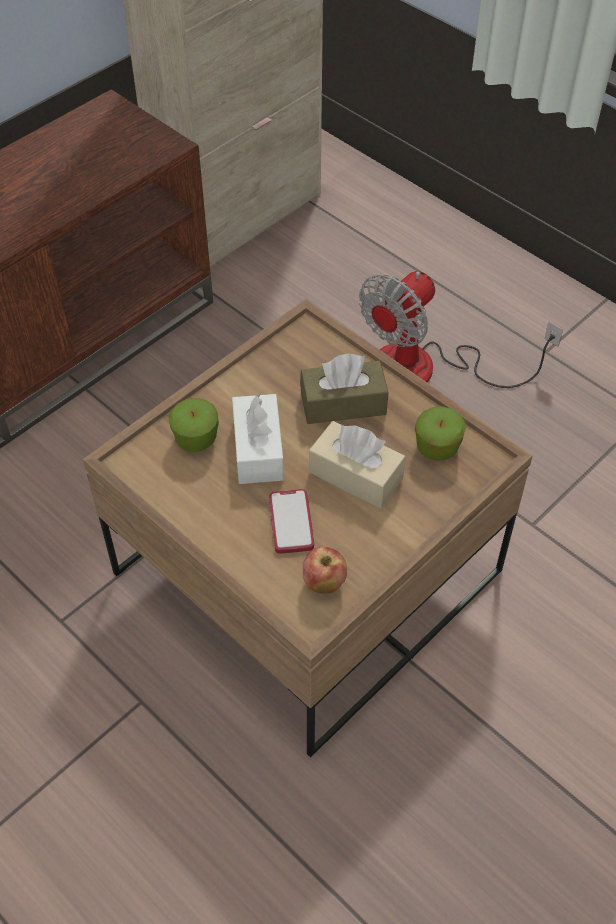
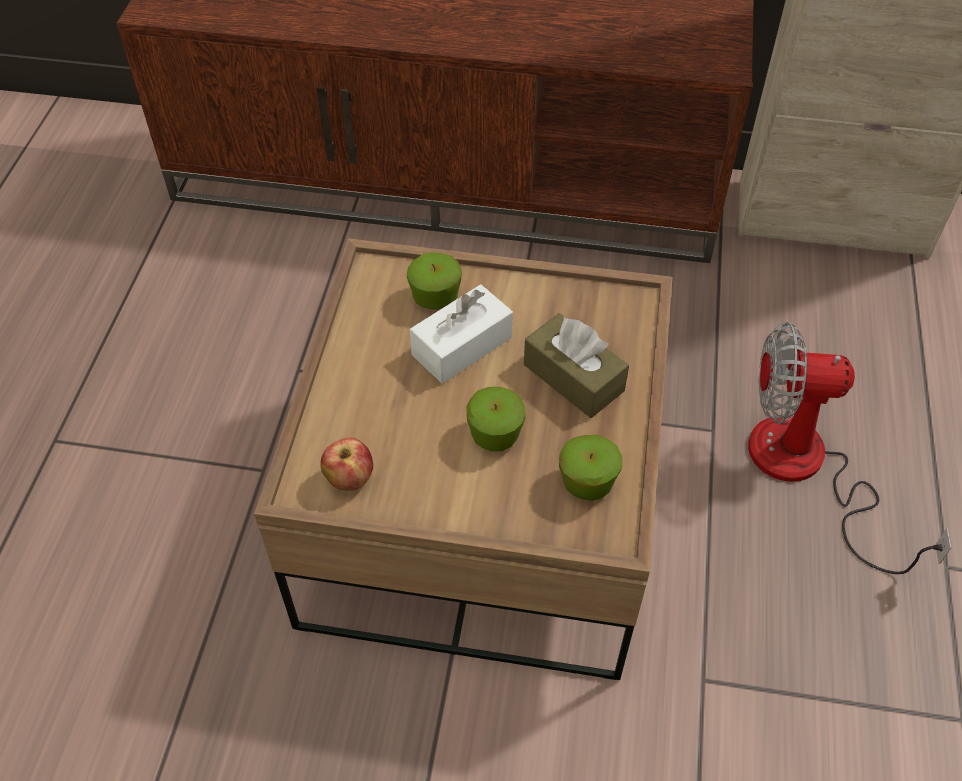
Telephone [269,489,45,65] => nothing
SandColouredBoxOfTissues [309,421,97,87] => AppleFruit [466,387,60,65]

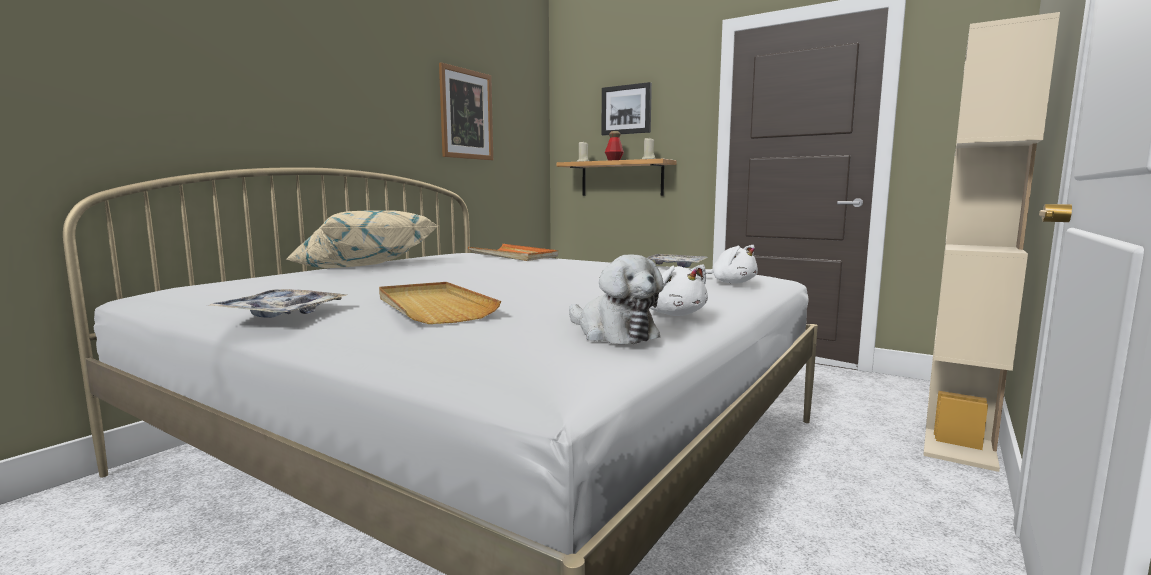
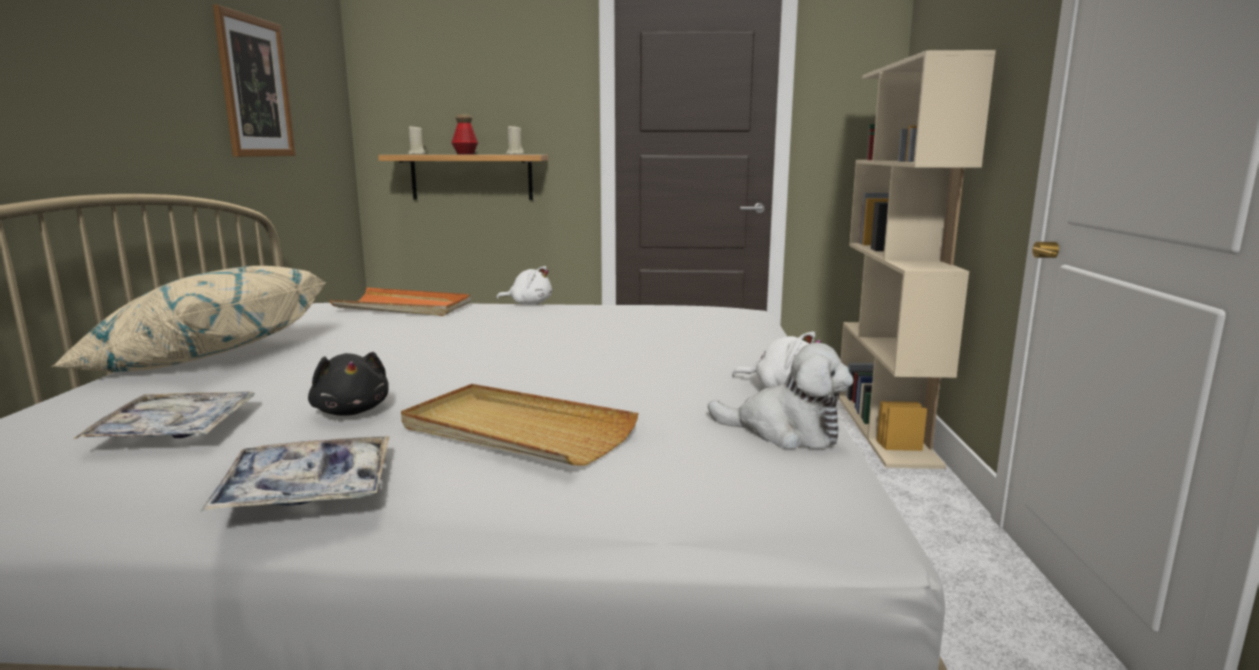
WallPicture [601,82,51,54] => nothing
CarryingTray [647,254,61,13] => CarryingTray [73,392,182,47], move
WhiteSoftToy [705,245,53,39] => WhiteSoftToy [496,266,56,39], move
nothing => BlackishSoftToy [308,352,81,64]

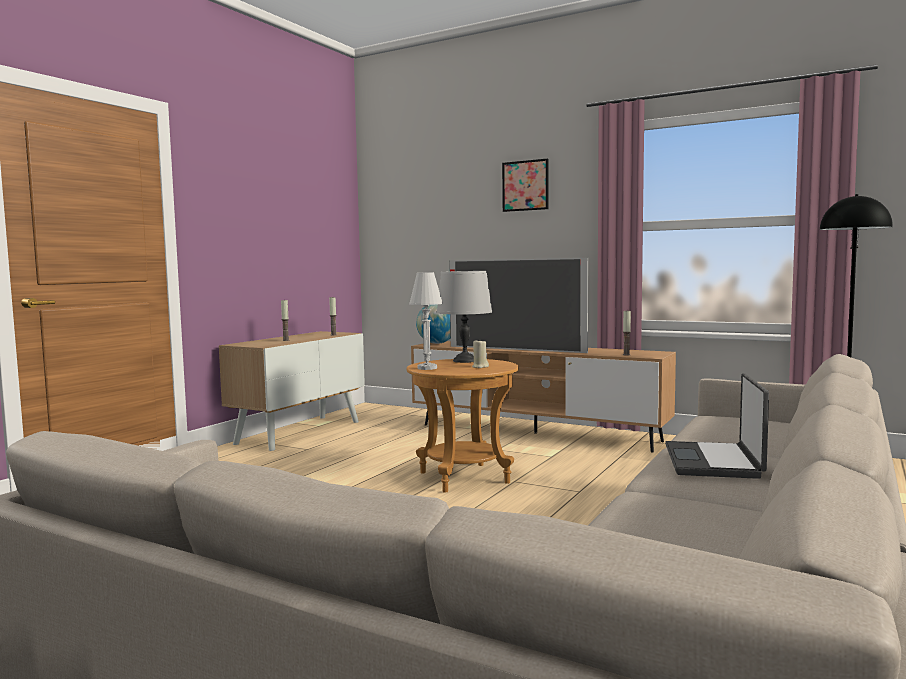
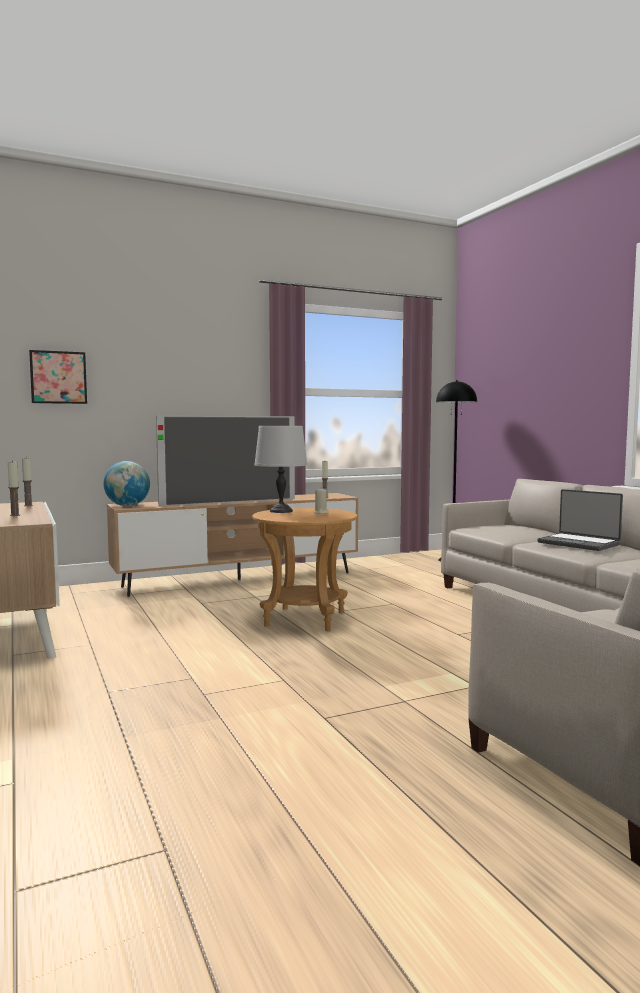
WhiteLampForATable [409,272,34,98] => nothing
WallPicture [502,159,46,53] => WallPicture [29,350,58,54], move

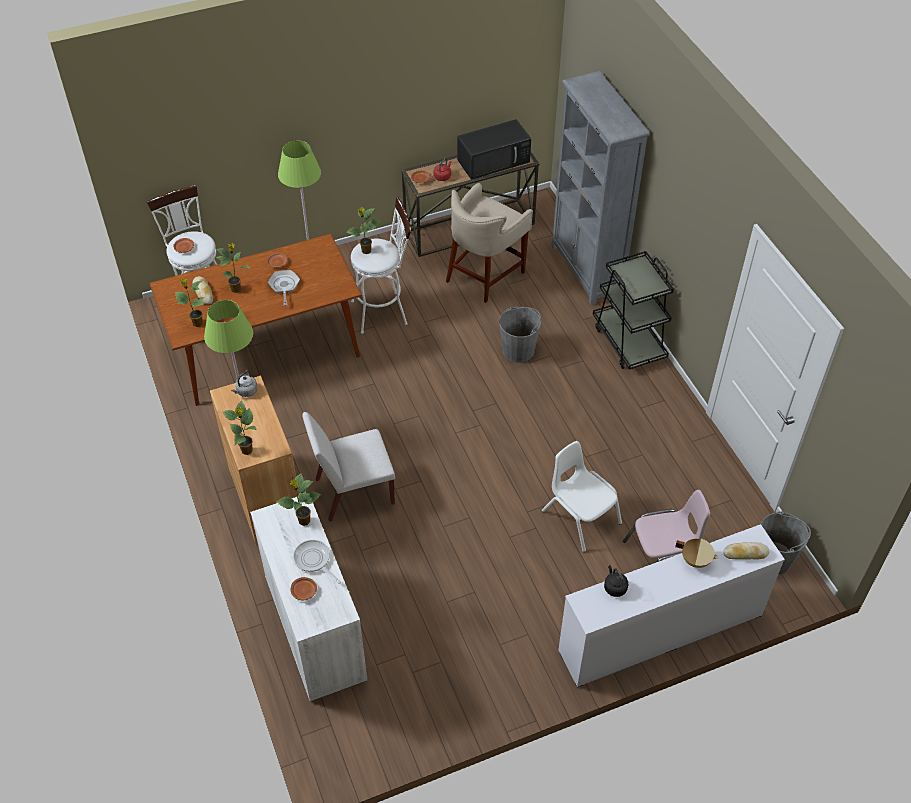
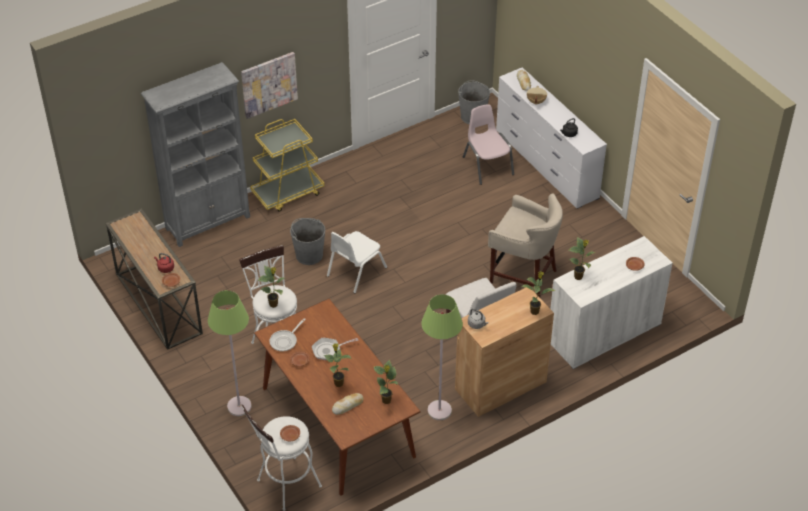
FryingPan [293,540,48,44] => FryingPan [270,318,36,34], move
SandColouredStoolSeat [446,183,87,120] => SandColouredStoolSeat [488,193,75,106], move
BlackishKitchenMicrowave [457,119,74,61] => nothing
WhiteUprightChair [542,441,80,111] => WhiteUprightChair [327,231,60,62], move
BlackishCart [593,251,81,119] => YellowishCart [250,119,75,93]
nothing => WallPicture [241,52,57,67]

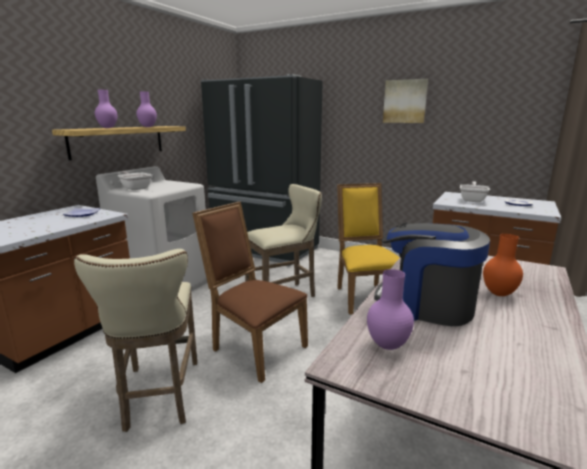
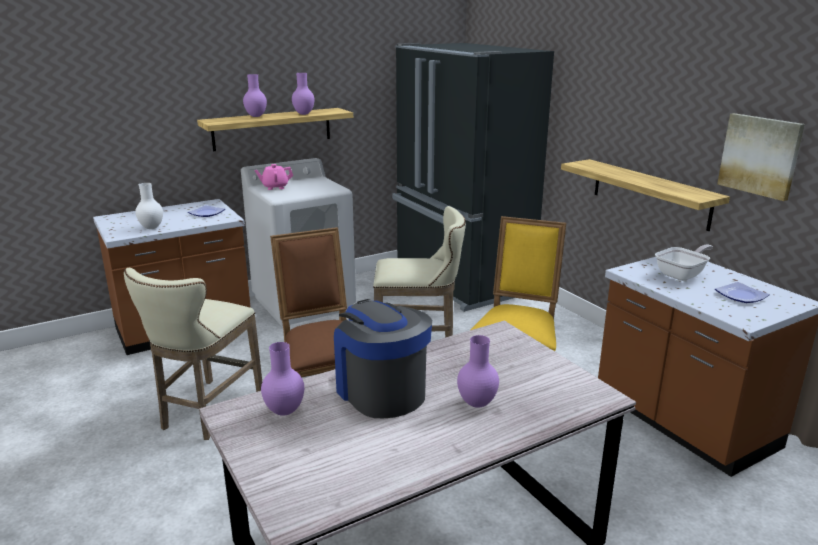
FryingPan [118,171,34,19] => PinkColouredPotForTea [254,164,39,26]
WallPicture [383,79,45,44] => WallPicture [717,113,88,88], move
OrangeyFlowerVase [483,234,40,62] => PurplishFlowerVase [457,335,42,73]
nothing => WhiteFlowerVase [135,183,28,46]
nothing => BracketShelf [561,159,169,72]

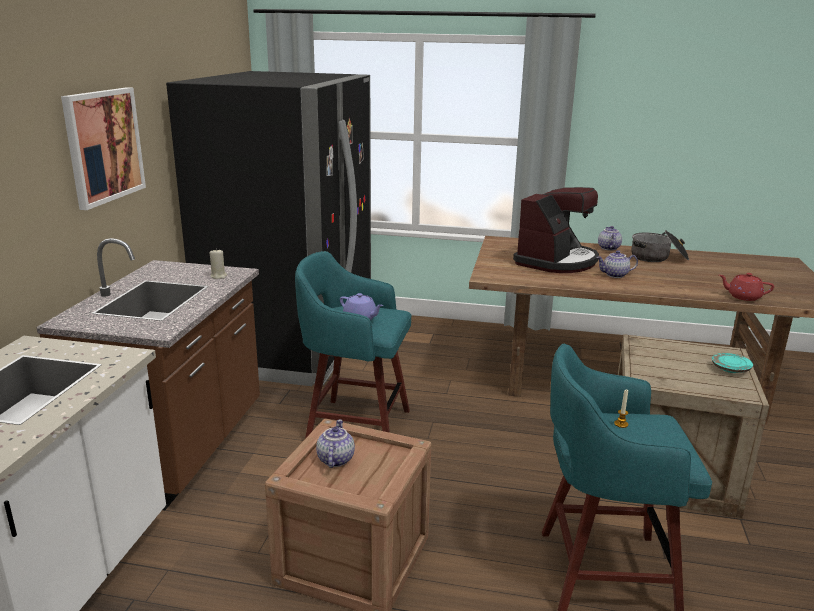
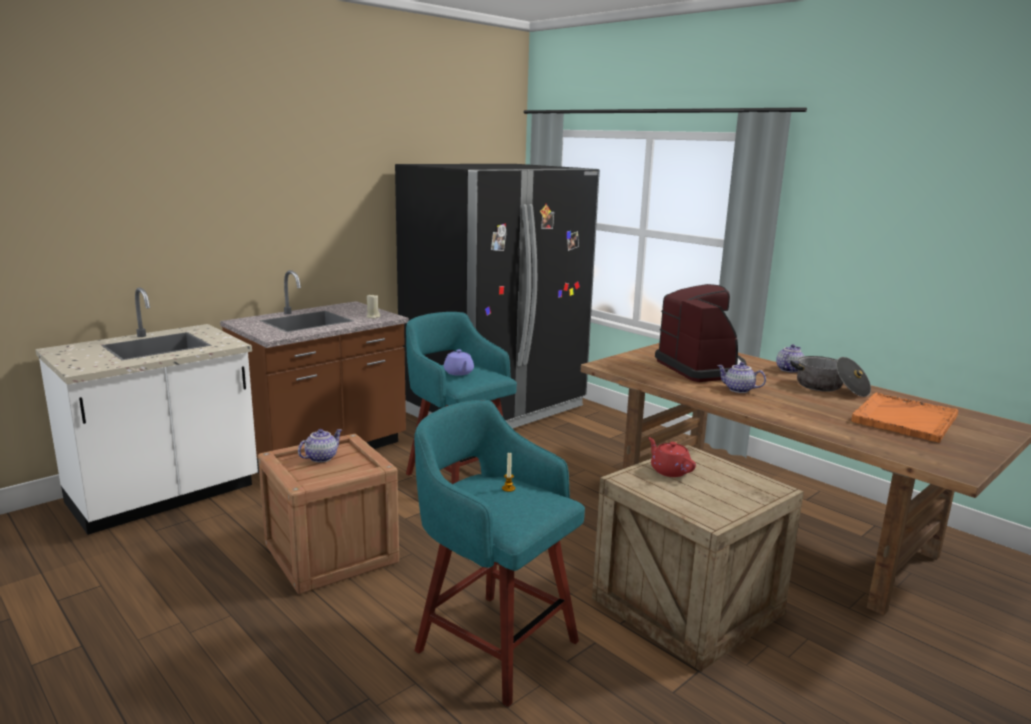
WallPicture [61,87,85,123] => nothing
CoffeeBrewer [513,187,86,86] => CoffeeBrewer [655,284,92,98], 90 degrees counterclockwise
BlueGreenFlatDish [712,353,41,20] => nothing
RedColouredPotForTea [719,273,55,28] => RedColouredPotForTea [648,437,48,40], move
nothing => OrangeyCarryingTray [851,393,107,50]

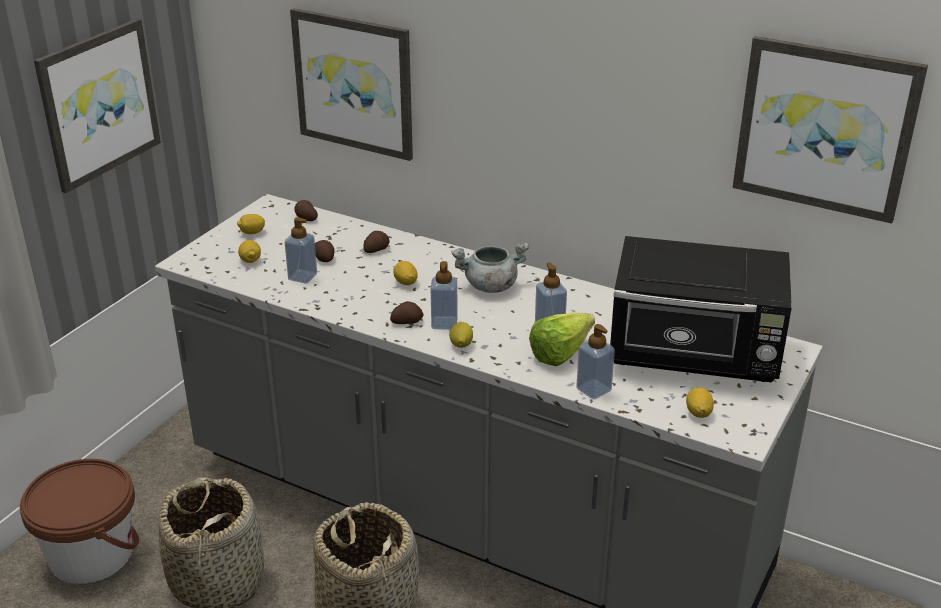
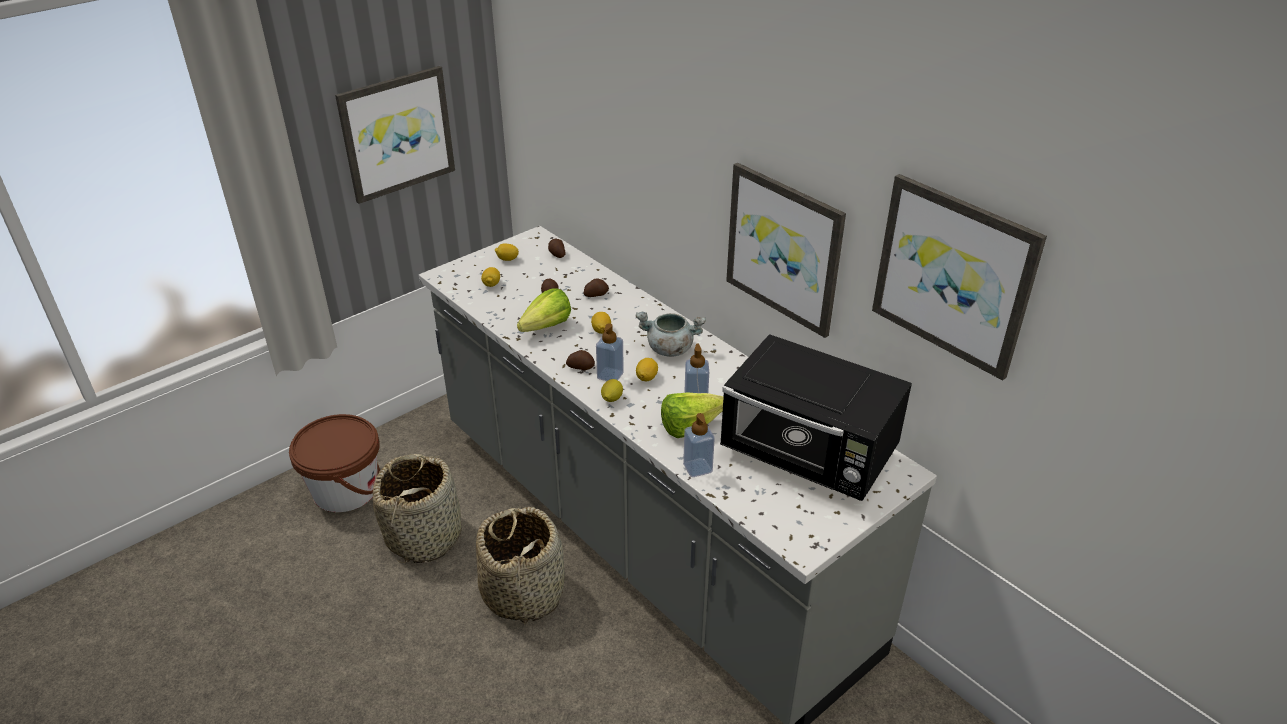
SoapDispenser [285,217,32,66] => nothing
WallPicture [290,8,123,153] => WallPicture [726,163,120,175], move
Lemon [686,387,28,31] => Lemon [636,358,22,23], move
nothing => HeadOfLettuce [517,288,54,44]

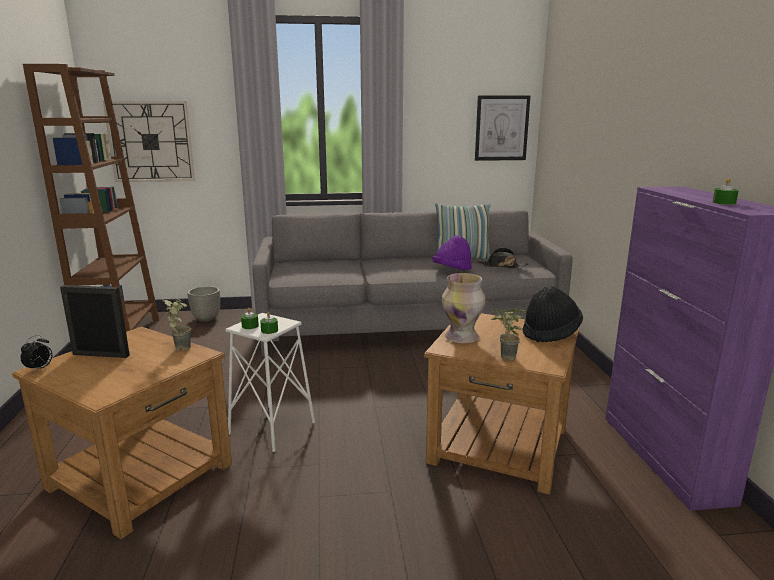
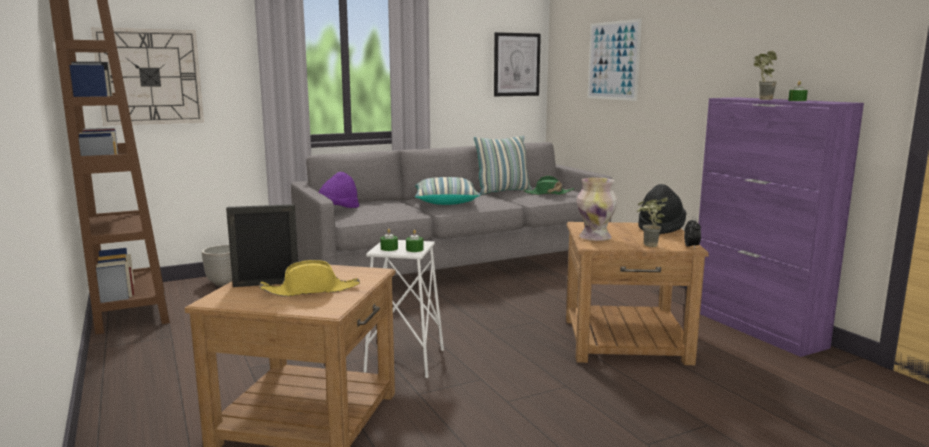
BedsideClock [21,335,31,38] => BedsideClock [684,217,17,31], move
PottedPlant [163,298,28,53] => PottedPlant [754,51,23,49], move
PurplishClothingHat [432,235,40,35] => PurplishClothingHat [319,172,40,36], move
BlackishClothingHat [476,247,53,22] => GreenClothingHat [523,176,52,19]
nothing => YellowishClothingHat [259,260,101,37]
nothing => Cushion [415,177,65,28]
nothing => WallPicture [588,19,54,82]

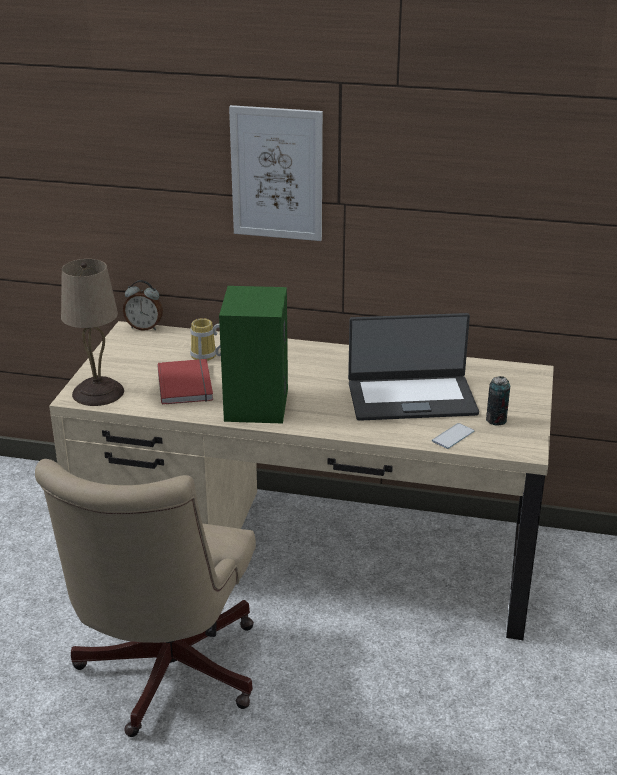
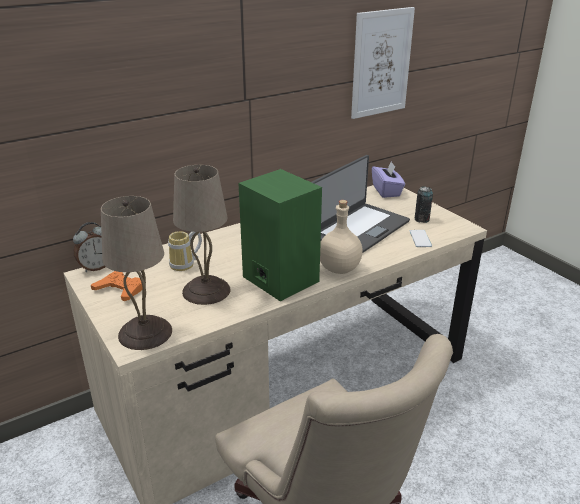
RedColouredBook [157,359,56,46] => SandColouredLampForATable [173,165,57,140]
WallPicture [229,105,94,136] => WallPicture [351,7,64,112], move
nothing => OrangeyGameController [91,271,52,30]
nothing => SandColouredDrinkBottle [320,200,43,74]
nothing => PurplishBoxOfTissues [372,162,33,36]

